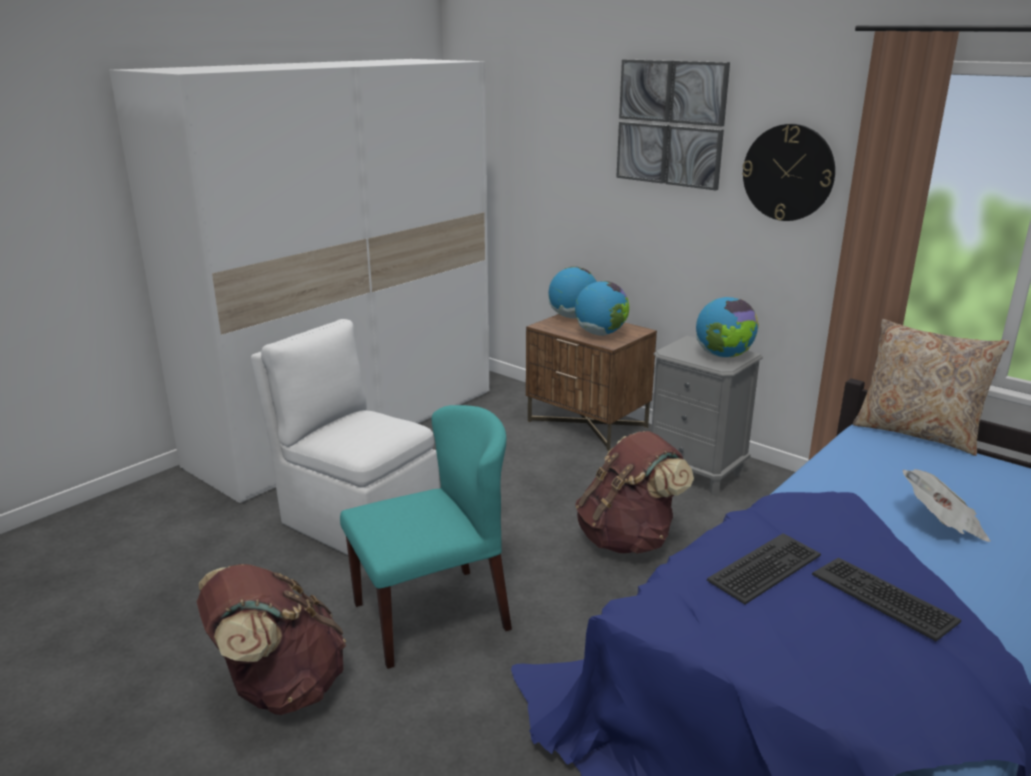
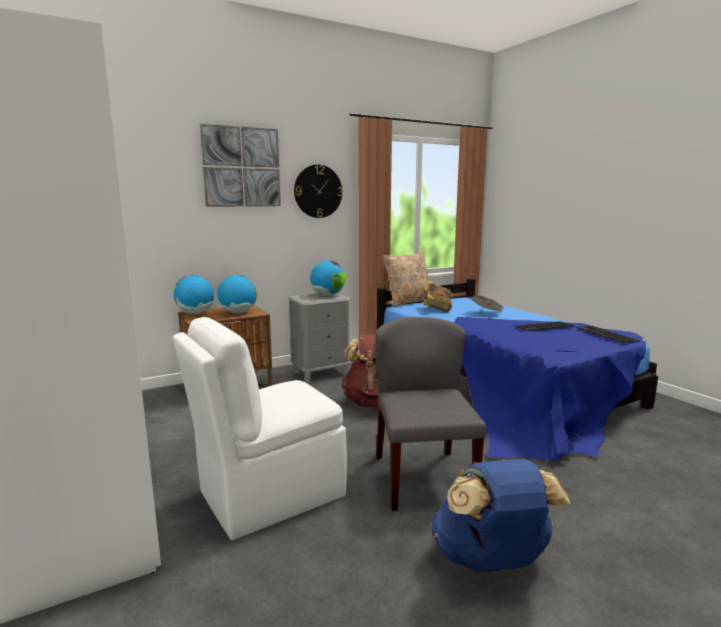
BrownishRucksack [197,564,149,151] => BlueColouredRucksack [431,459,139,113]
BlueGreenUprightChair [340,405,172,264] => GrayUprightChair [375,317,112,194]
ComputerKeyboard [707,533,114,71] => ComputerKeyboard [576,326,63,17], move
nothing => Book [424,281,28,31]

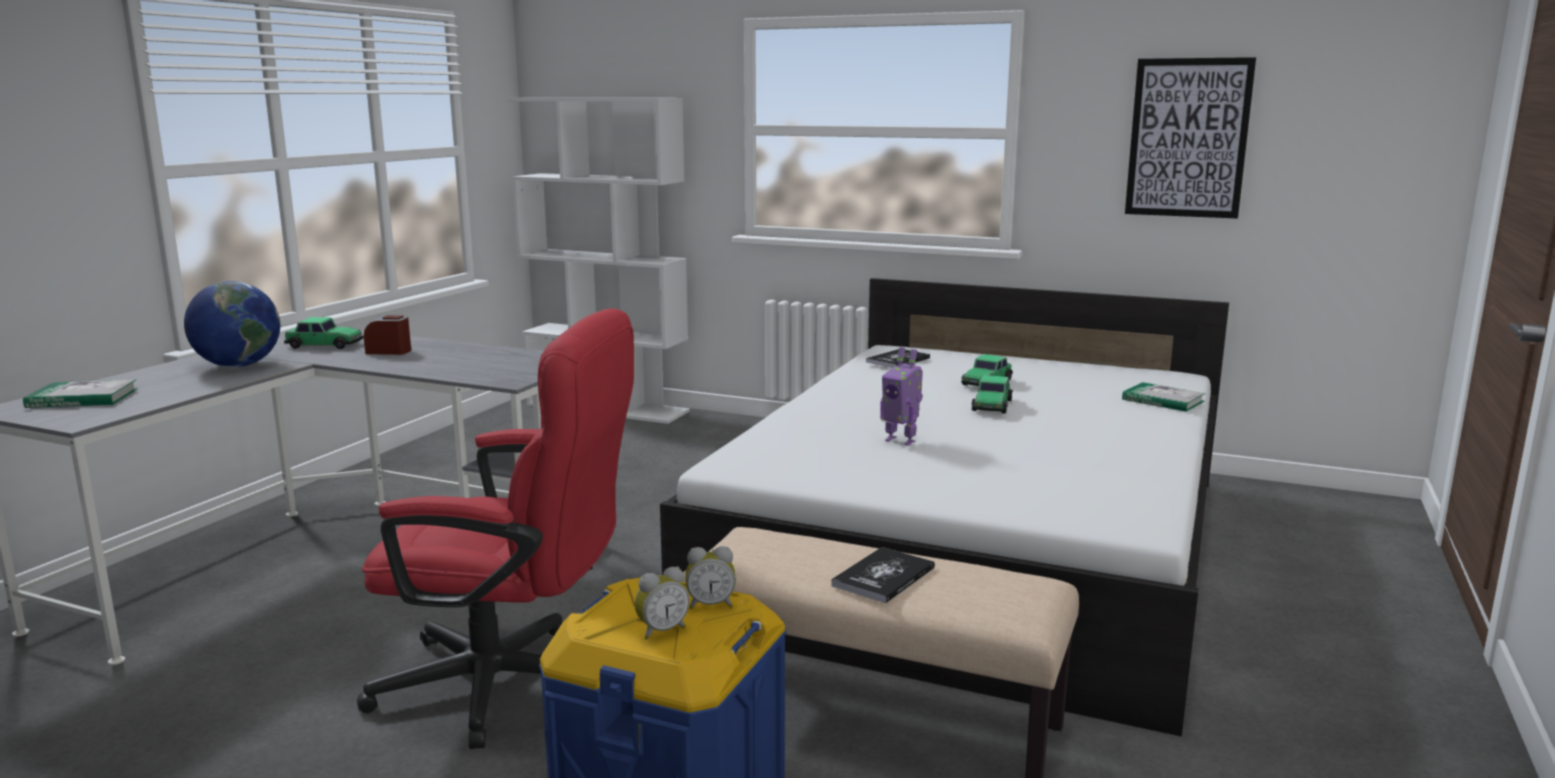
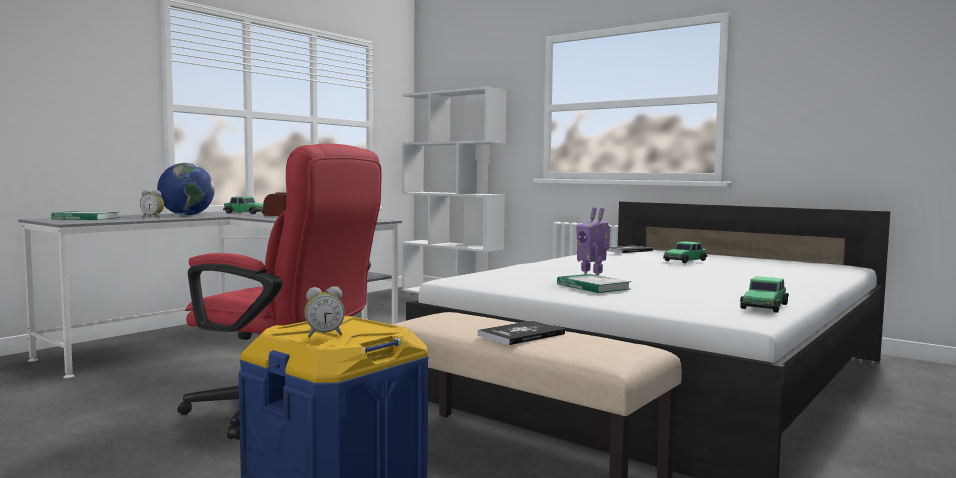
BedsideClock [686,546,50,63] => BedsideClock [140,190,24,28], move
ModelCar [971,375,42,39] => ModelCar [740,276,49,37], move
Book [1122,382,83,30] => Book [557,274,74,19], move
WallPicture [1125,57,131,162] => nothing

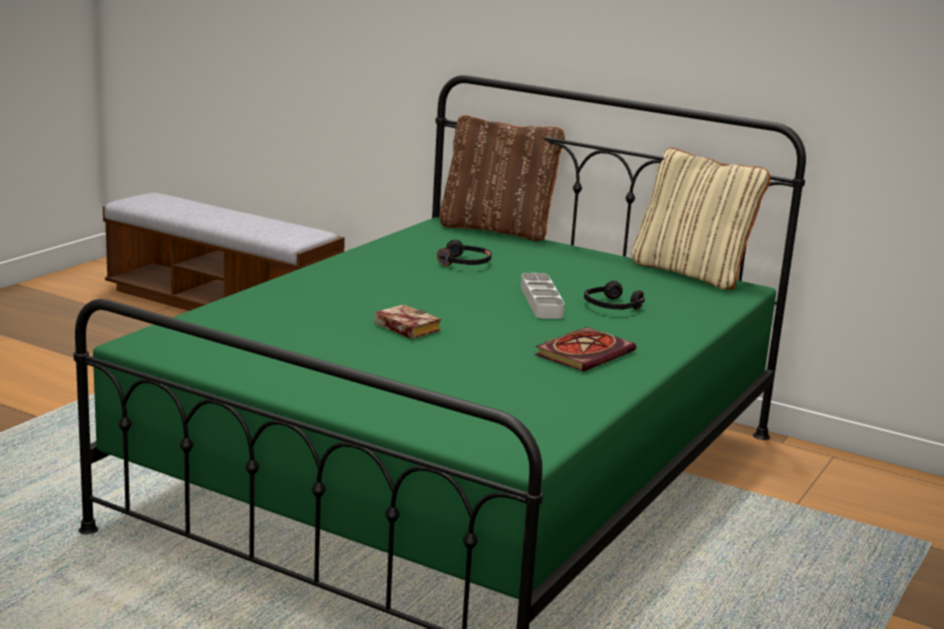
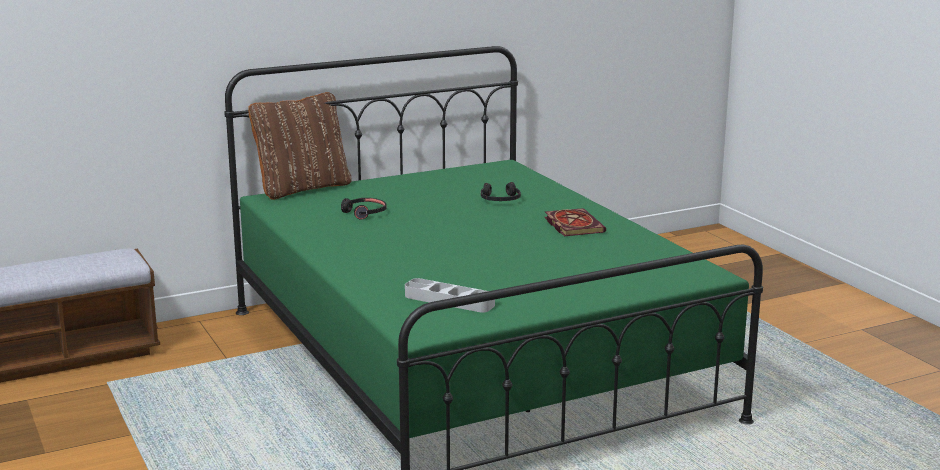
Book [374,304,67,35] => nothing
GrayCarryingTray [521,273,44,46] => GrayCarryingTray [405,278,90,35], move
SandColouredCushion [631,148,139,142] => nothing

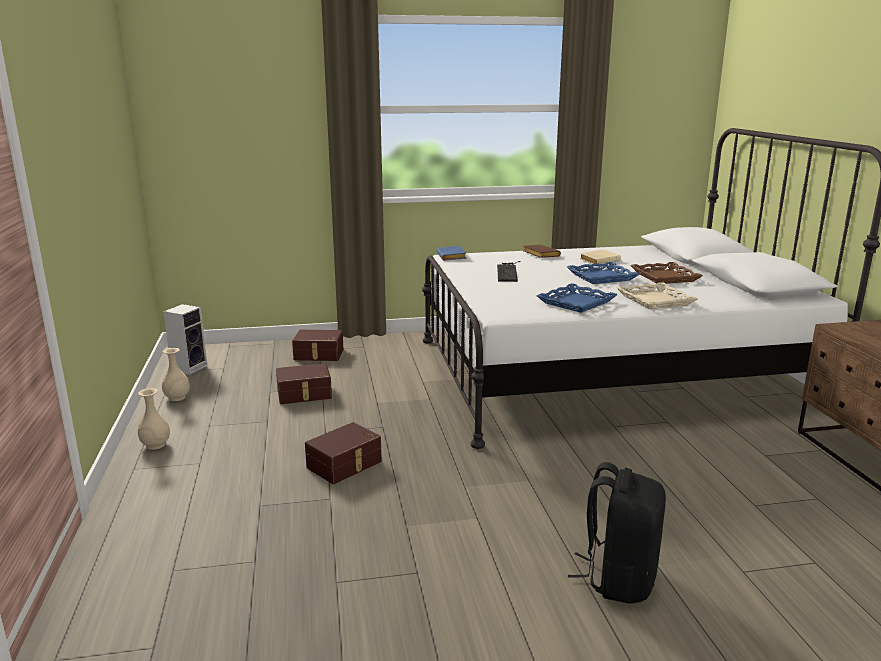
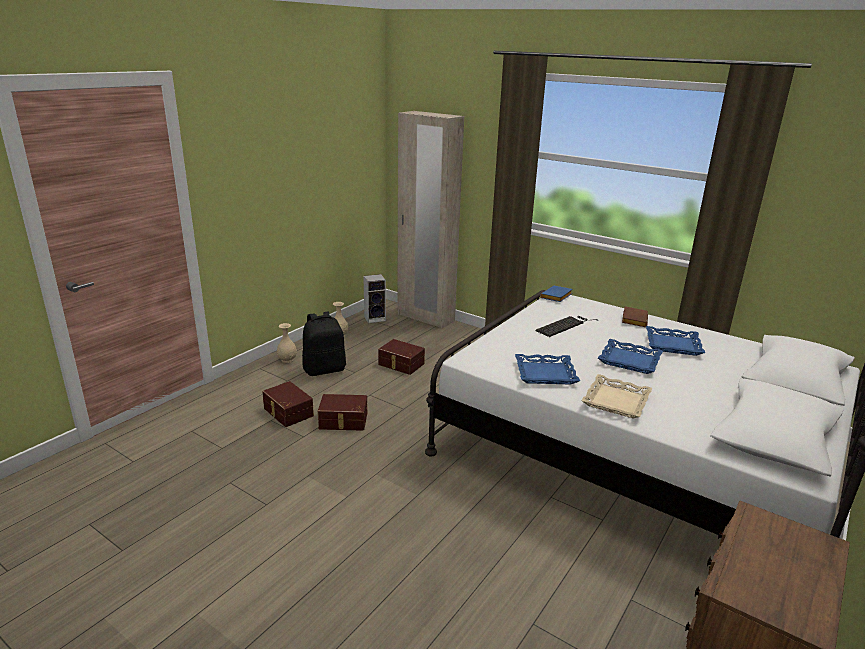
BrownishStorageContainer [292,330,52,31] => BrownishStorageContainer [262,381,52,46], move
BlackishRucksack [568,462,98,142] => BlackishRucksack [302,312,44,64], move
SandColouredBook [580,249,41,15] => BlueColouredCarryingTray [646,326,59,30]
BrownishCarryingTray [630,262,73,22] => nothing
nothing => SandColouredClothesCupboard [397,111,67,217]

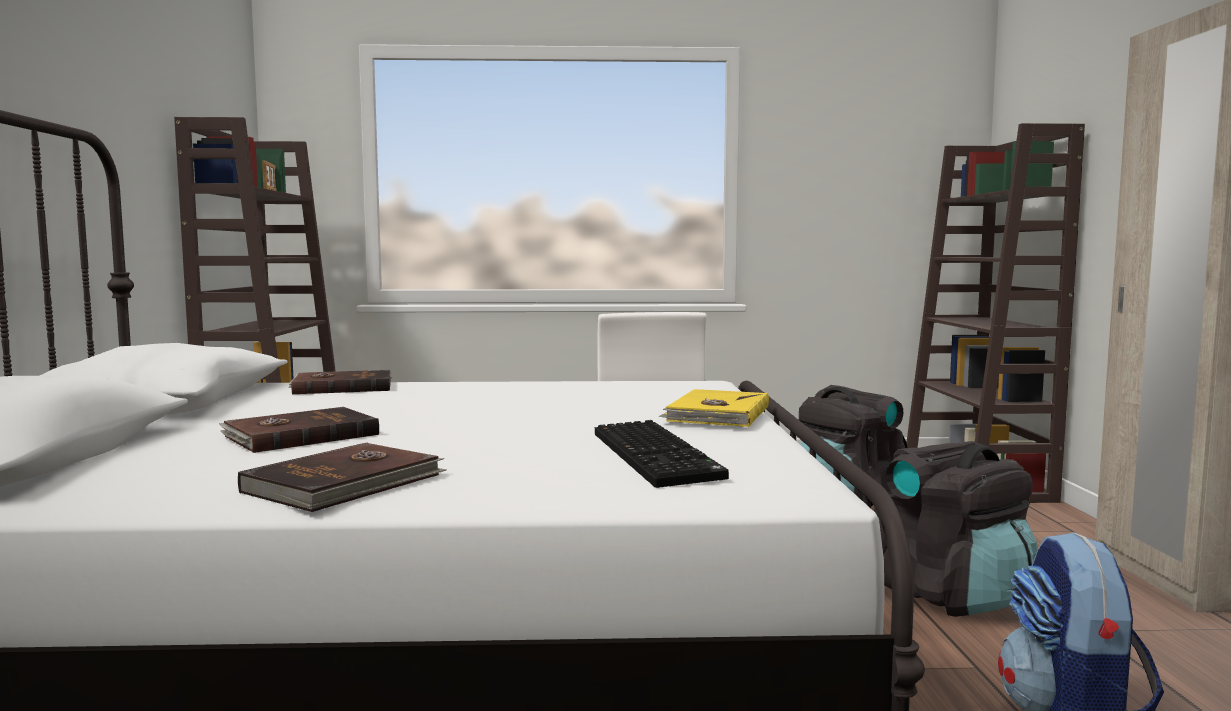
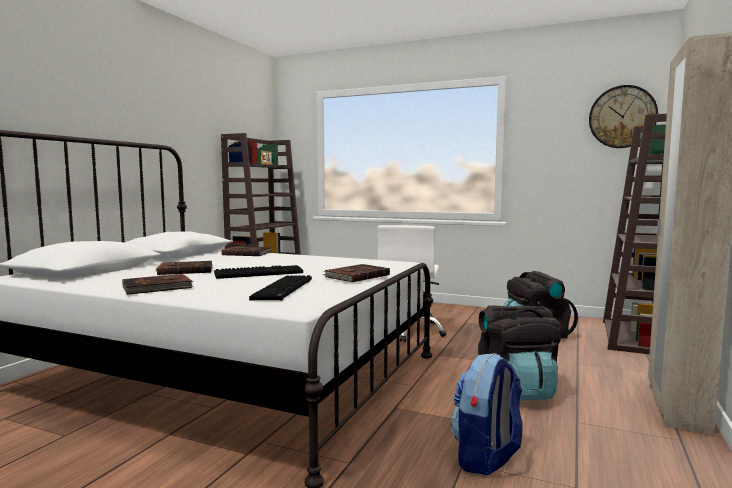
YellowishBook [659,389,110,38] => BrownishBook [322,264,68,18]
nothing => ComputerKeyboard [214,265,89,14]
nothing => HangingClock [589,85,69,63]

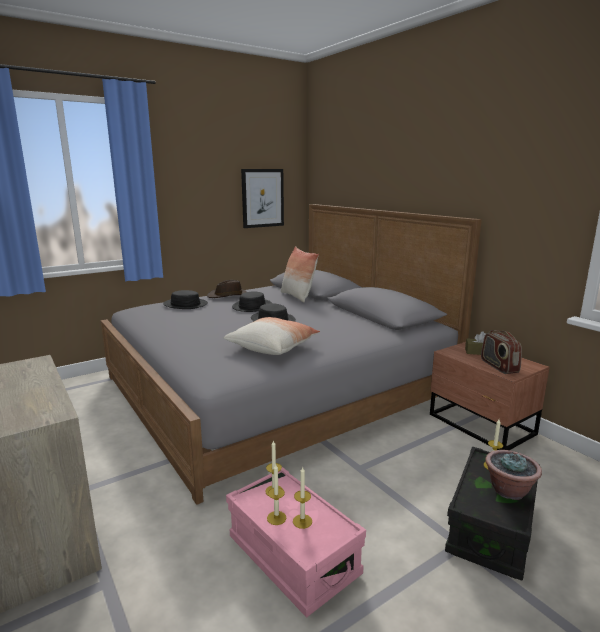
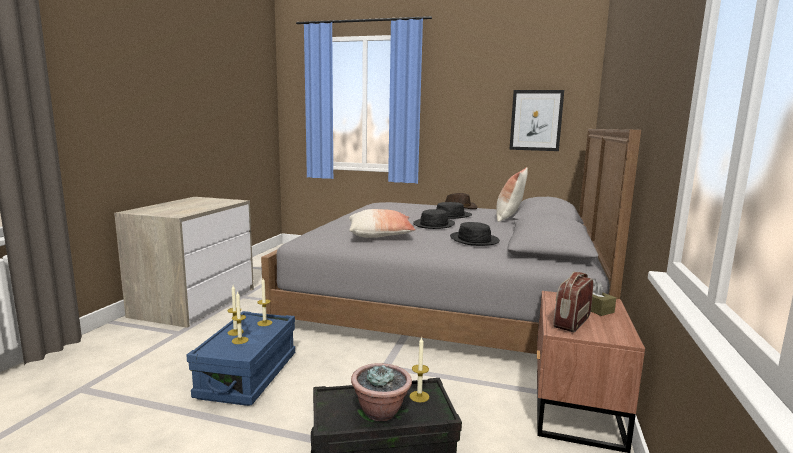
BlackishClothingHat [163,290,45,19] => BlackishClothingHat [450,222,50,24], move
PinkColouredStorageContainer [226,467,140,151] => BlueColouredStorageContainer [187,311,108,95]

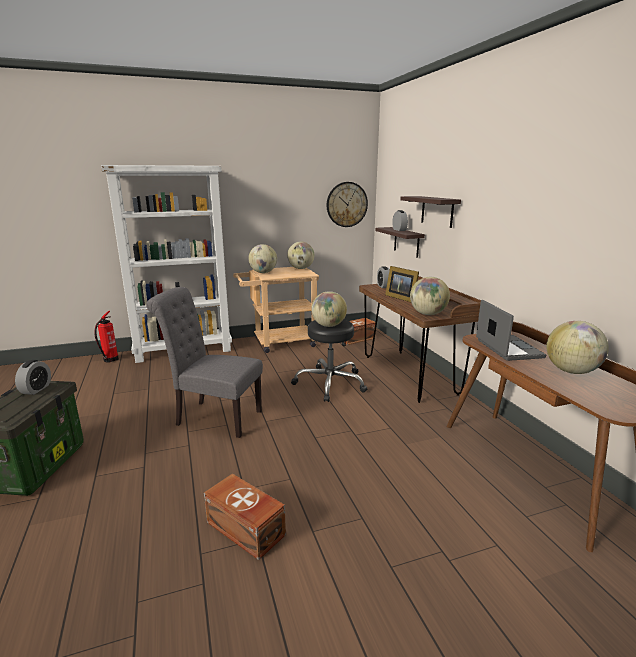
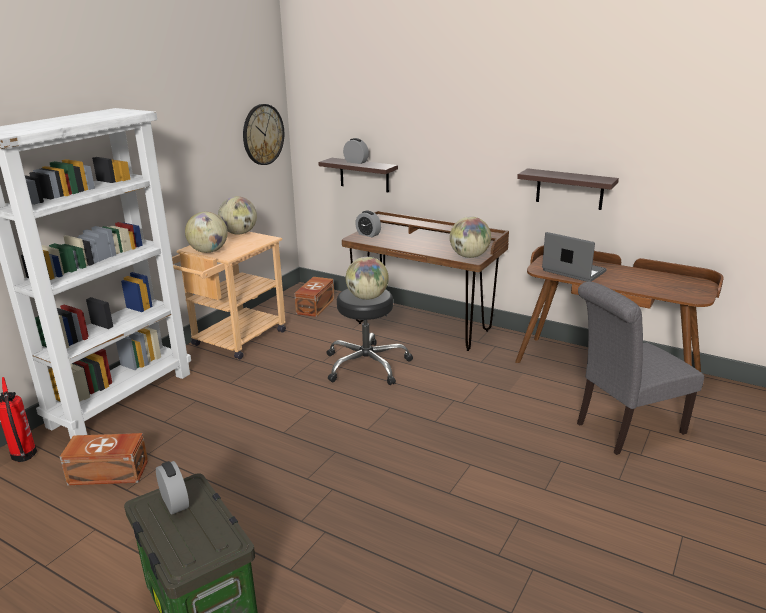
GrayUprightChair [146,287,117,151] => GrayUprightChair [577,282,127,173], move
BrownishStorageContainer [204,474,82,86] => BrownishStorageContainer [60,433,88,52], move
PictureFrame [385,266,34,36] => nothing
BracketShelf [400,196,61,32] => BracketShelf [517,168,102,42], move
WorldGlobe [546,321,63,53] => nothing

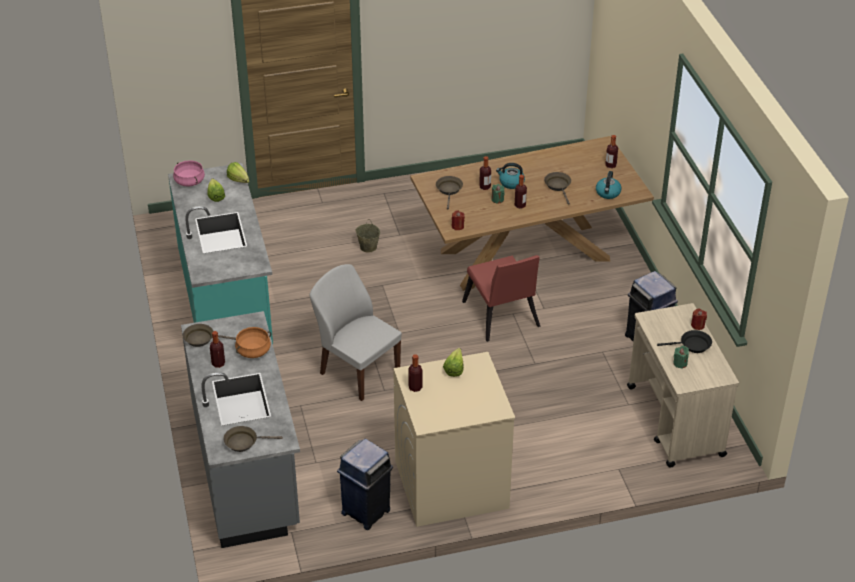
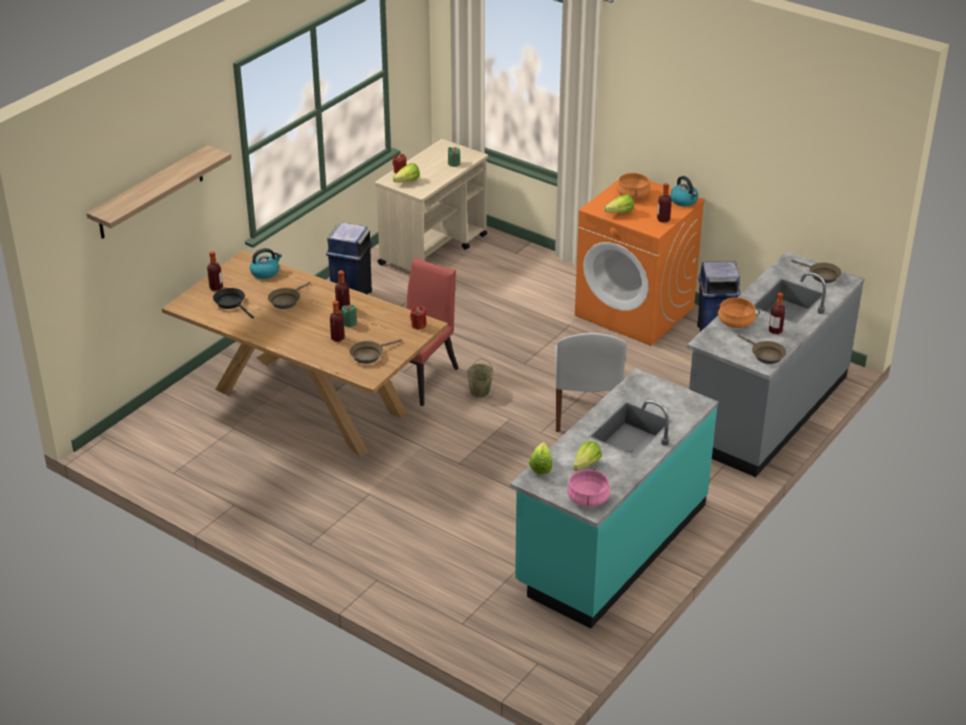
SandColouredPail [356,219,24,34] => SandColouredPail [466,358,28,40], move
SandColouredWashingMachine [393,352,122,175] => OrangeyWashingMachine [575,173,130,173]
TeaKettle [496,163,29,26] => TeaKettle [670,176,28,30], move
BlackishFryingPan [657,330,55,23] => BlackishFryingPan [213,288,41,31], move
nothing => BracketShelf [86,145,145,94]
nothing => HeadOfLettuce [393,163,27,19]
nothing => OrangeySaucepot [617,173,34,26]

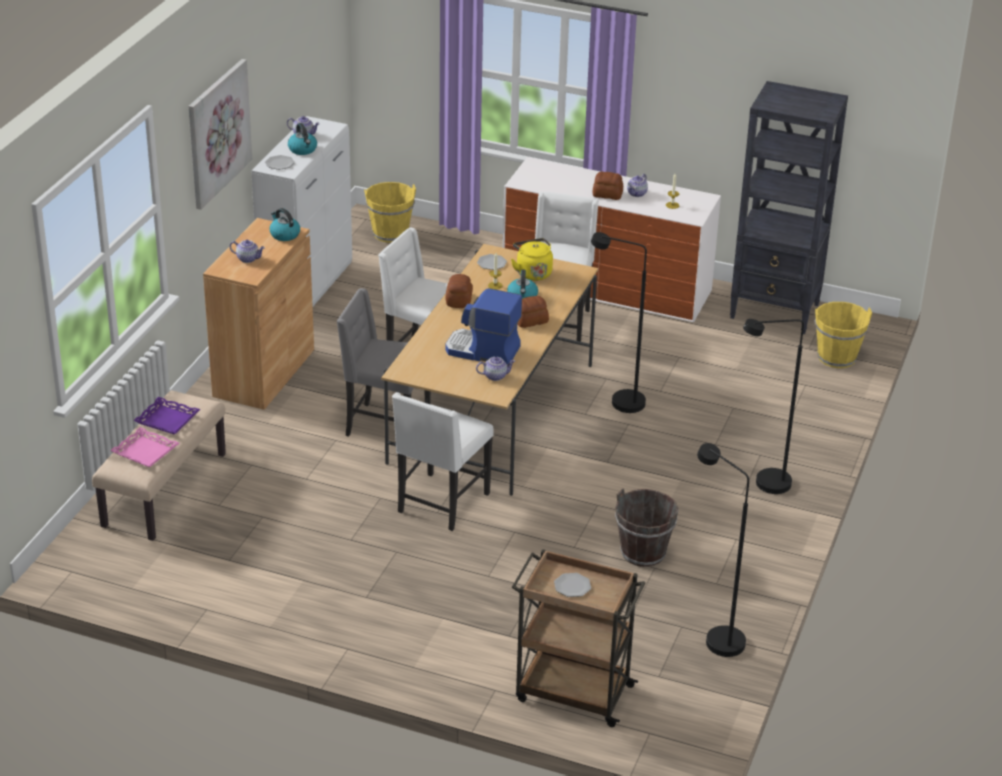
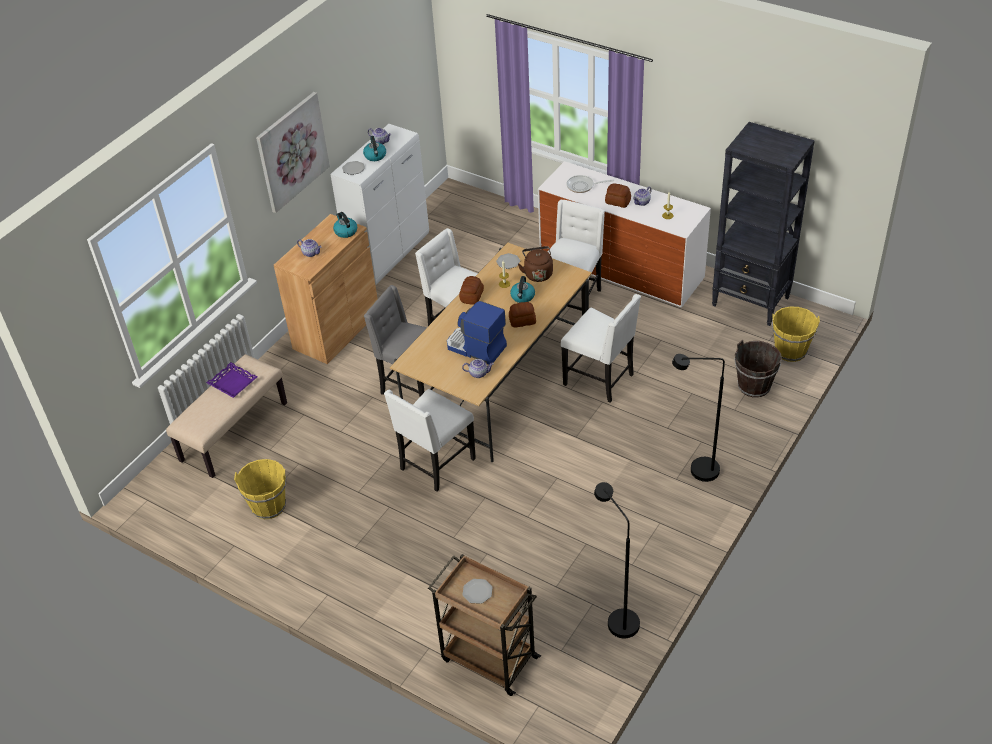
PinkColouredCarryingTray [110,427,70,41] => nothing
YellowishPail [364,182,52,61] => YellowishPail [234,459,53,60], move
YellowishTeaKettle [511,238,42,43] => BrownishTeaKettle [518,246,35,36]
BlackishFloorLamp [591,232,56,181] => WhiteUprightChair [561,294,80,109]
BrownishPail [615,489,64,78] => BrownishPail [734,340,48,58], move
nothing => FryingPan [566,175,48,18]

